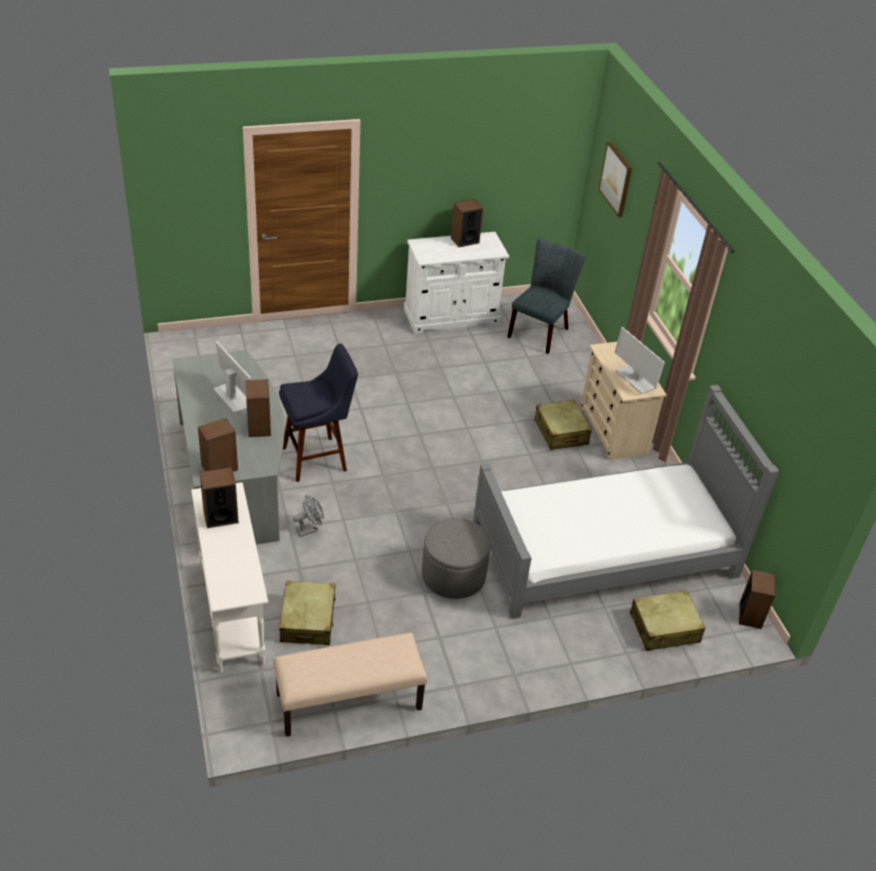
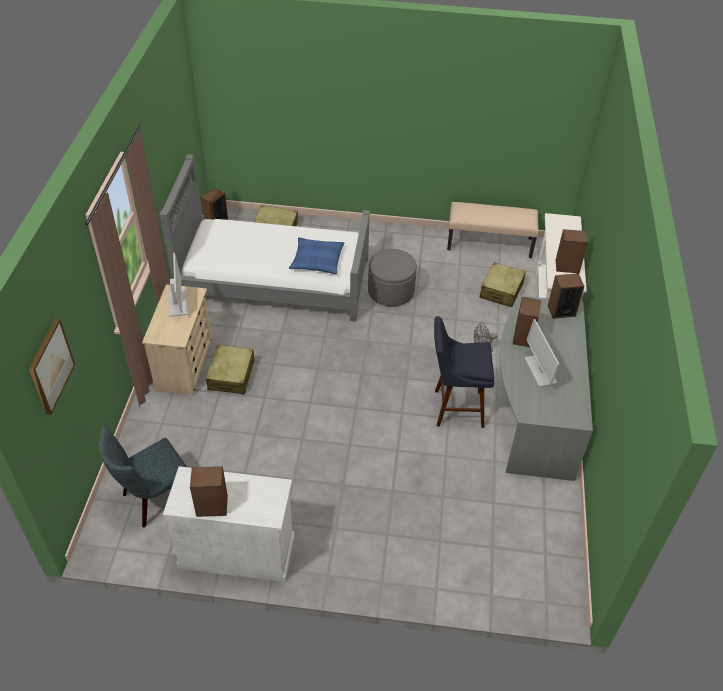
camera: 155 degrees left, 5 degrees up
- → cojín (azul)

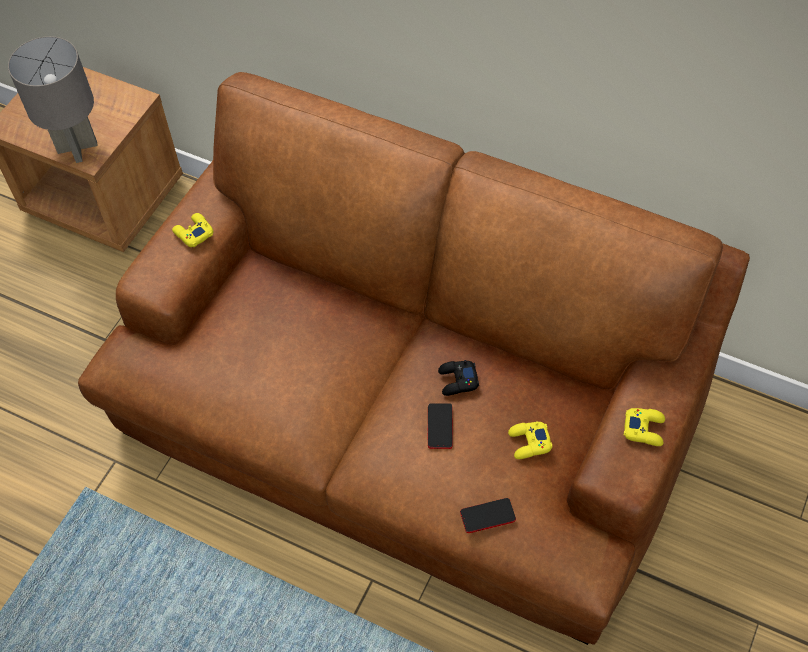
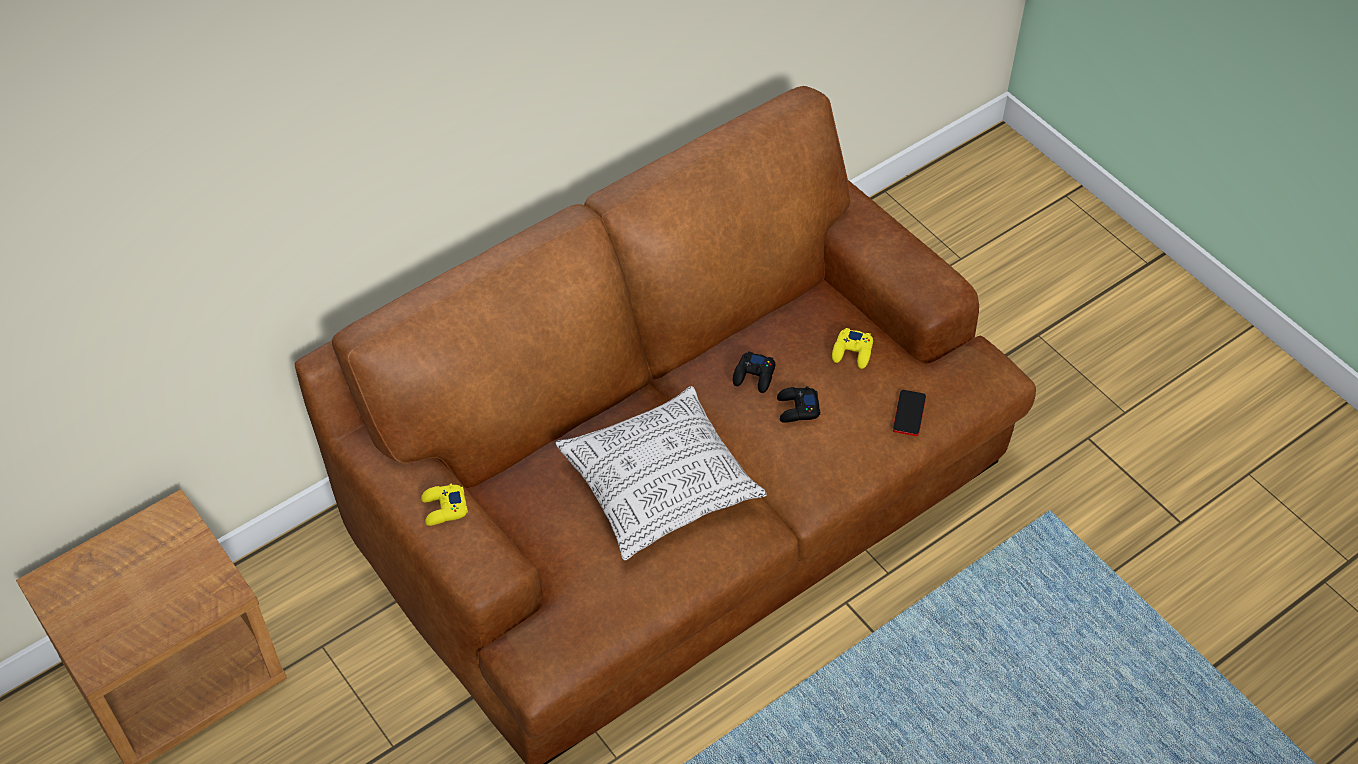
camera: 65 degrees left, 5 degrees down
- → cojín
móvil (1st from left) → mando de consola (negro) (2nd from left)
lámpara de mesa (gris) → -
mando de consola (amarillo) (3rd from left) → -

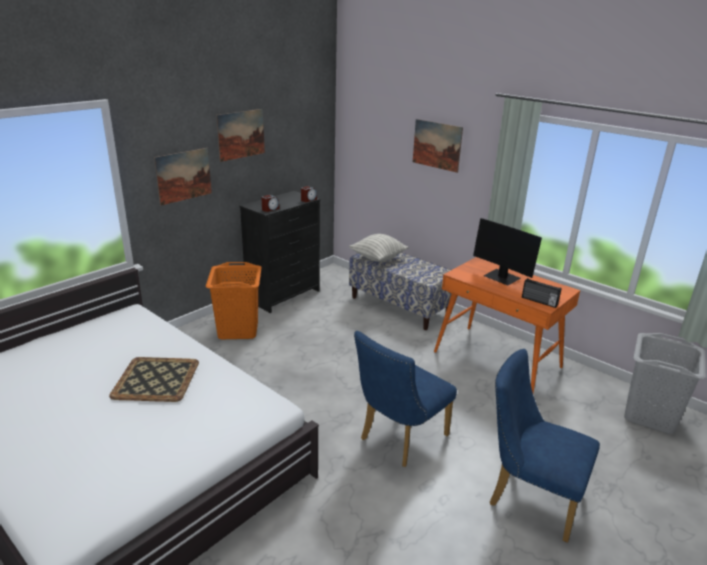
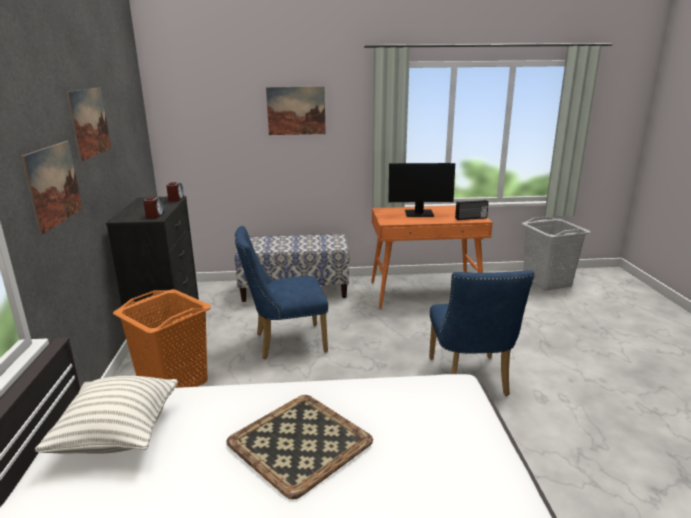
camera: 45 degrees left, 5 degrees down
cojín, move
silla (azul) (2nd from left in the first image) → silla (azul) (1st from left), move

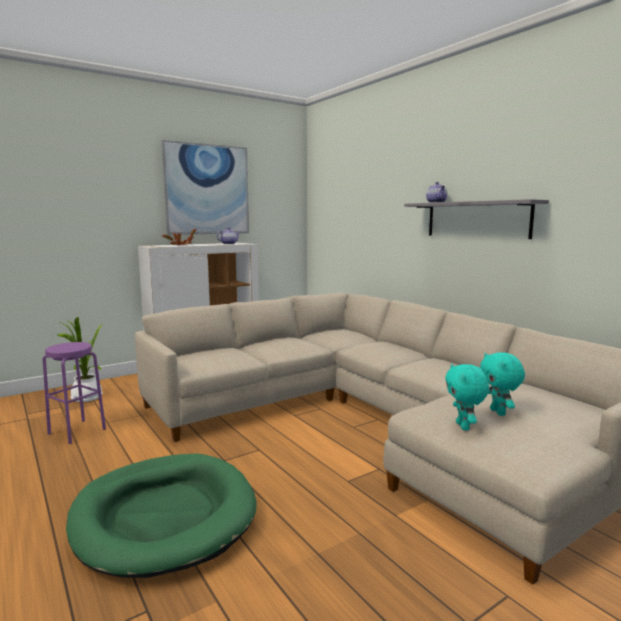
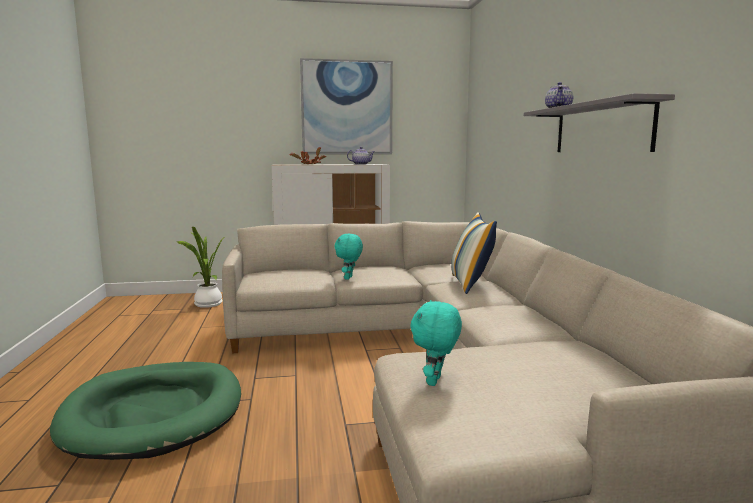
camera: 25 degrees right, 0 degrees up
peluche (turquesa) (2nd from left in the first image) → peluche (turquesa) (1st from left), move
- → cojín
taburete (morado) → -

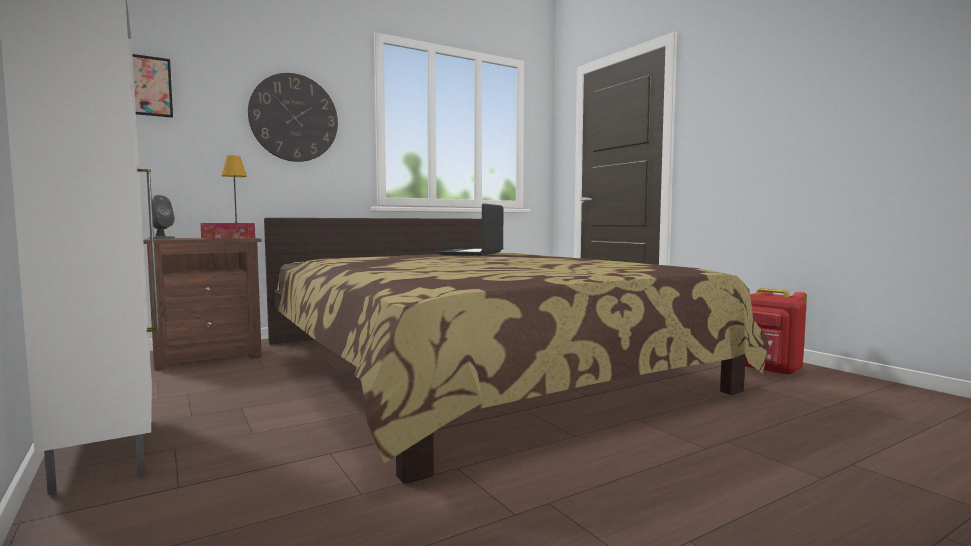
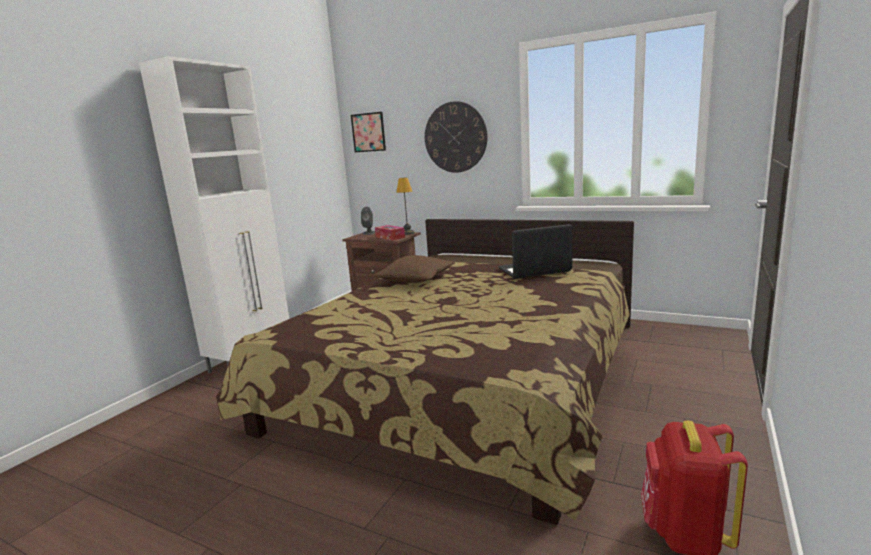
camera: 60 degrees right, 10 degrees up
- → cojín (marrón)

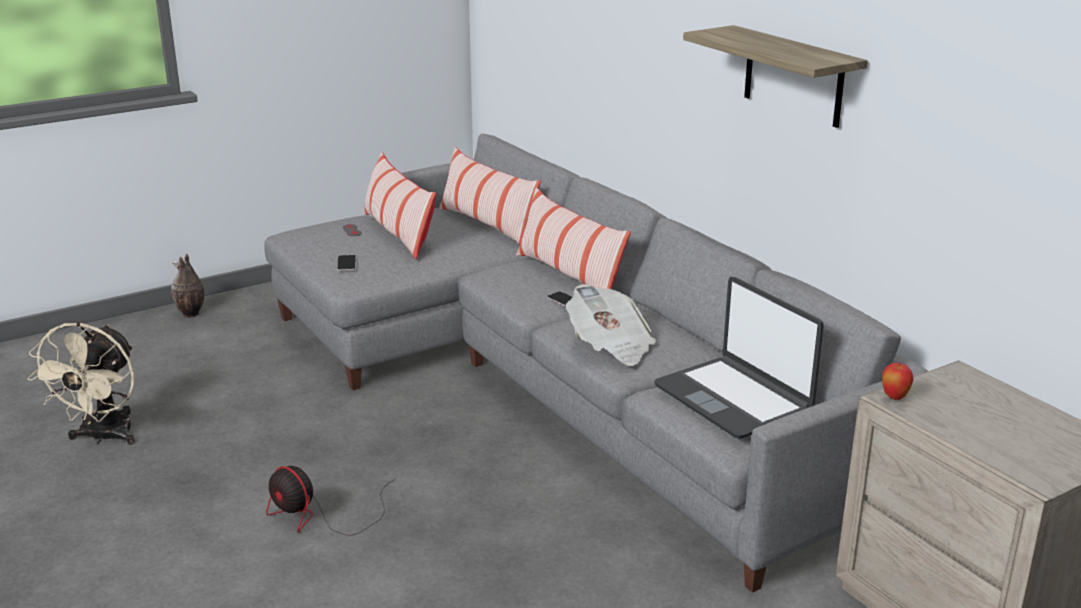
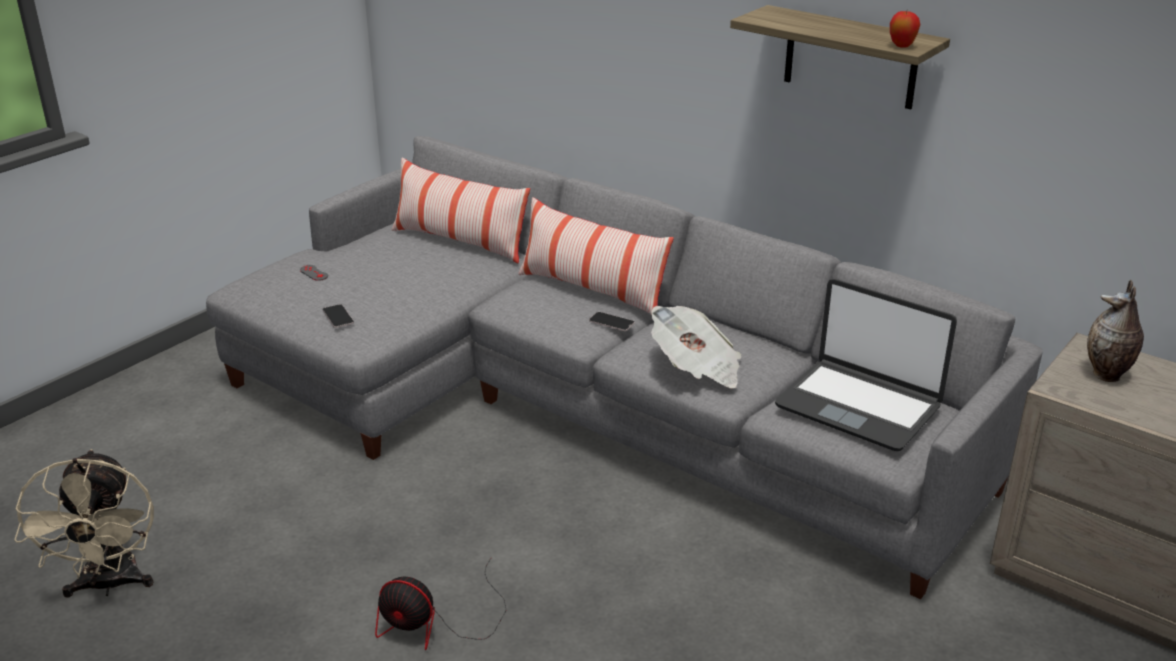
camera: 20 degrees left, 5 degrees up
manzana, move
florero, move
cojín (1st from left) → -

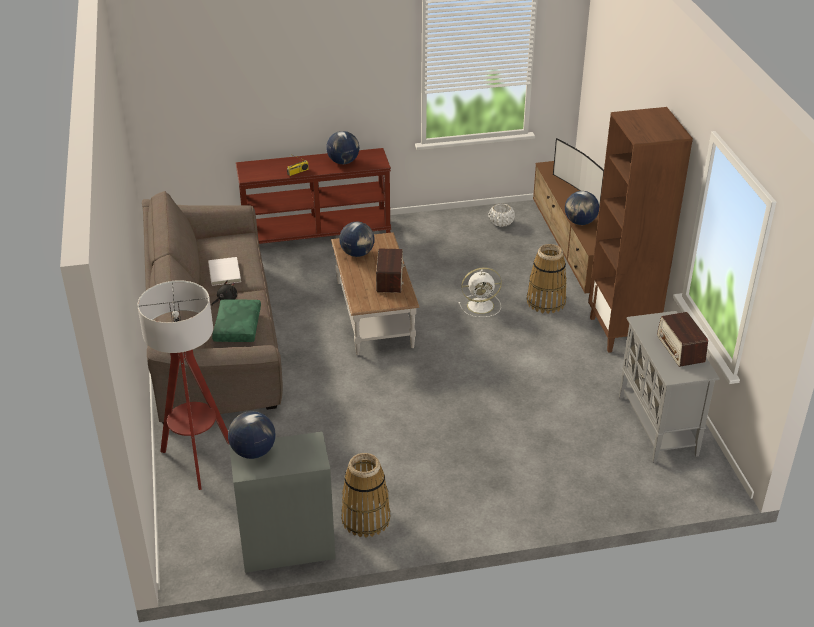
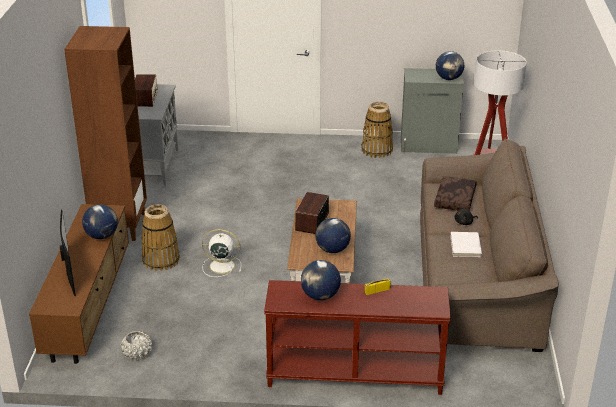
camera: 165 degrees left, 5 degrees down
cojín (verde) → cojín (marrón)

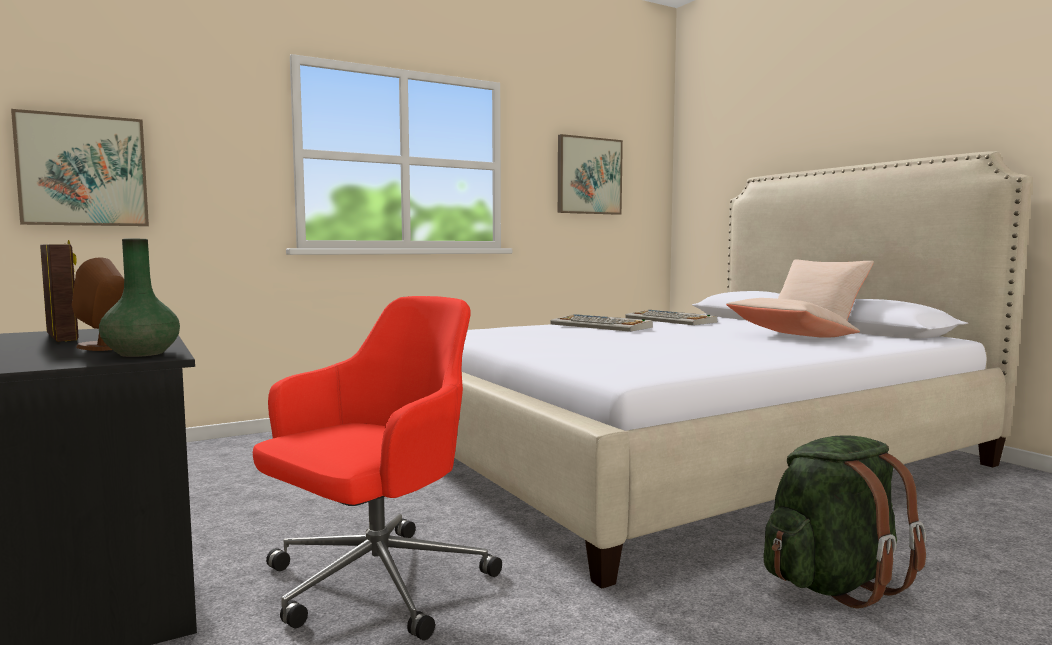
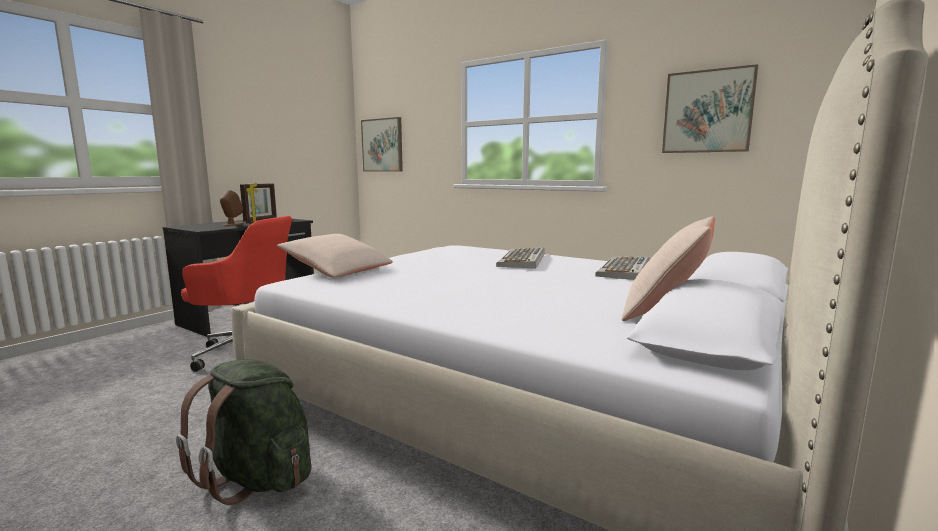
camera: 65 degrees right, 5 degrees up
cojín (beis) (1st from left), move
florero (verde) → -

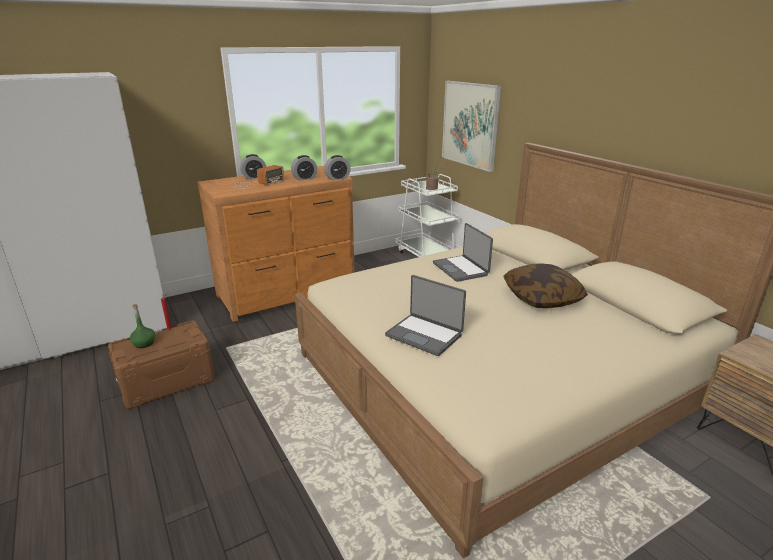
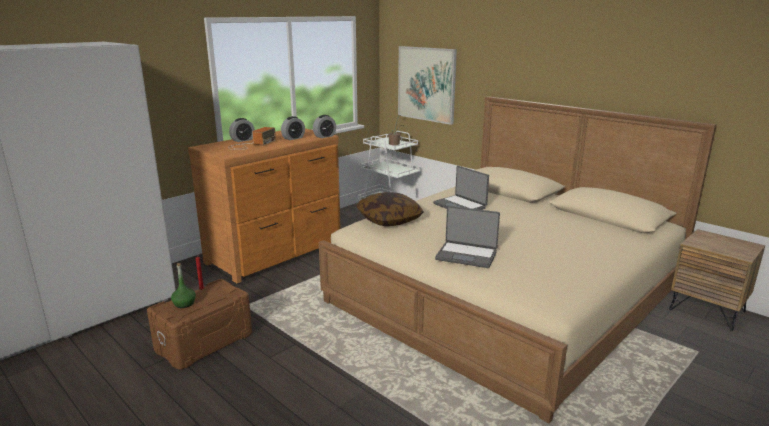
camera: 15 degrees left, 5 degrees down
cojín, move

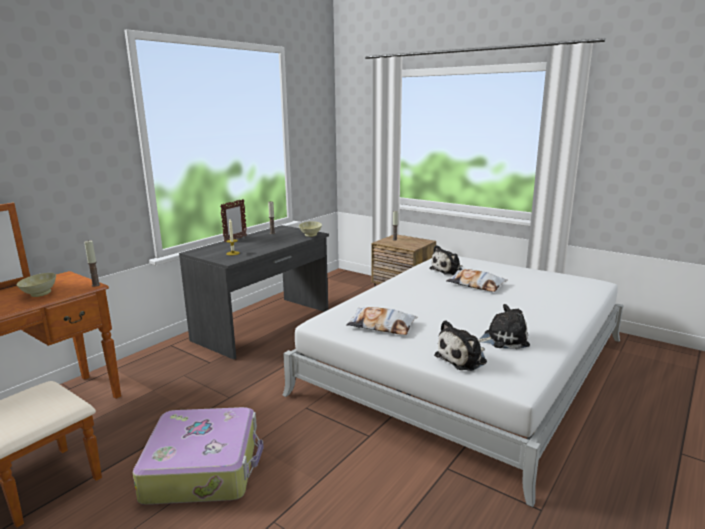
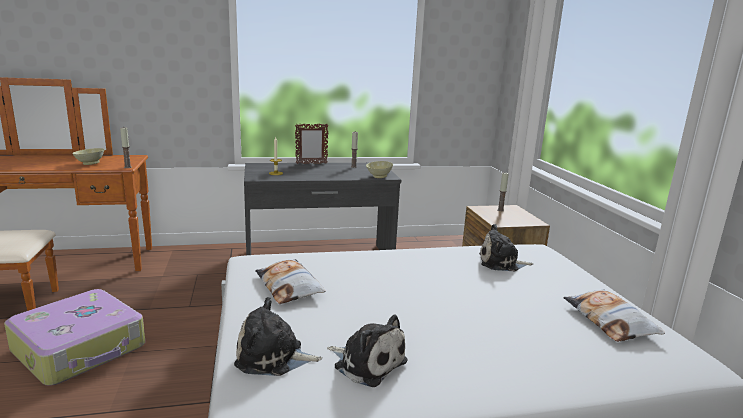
camera: 40 degrees right, 0 degrees up
cojín (2nd from left), move

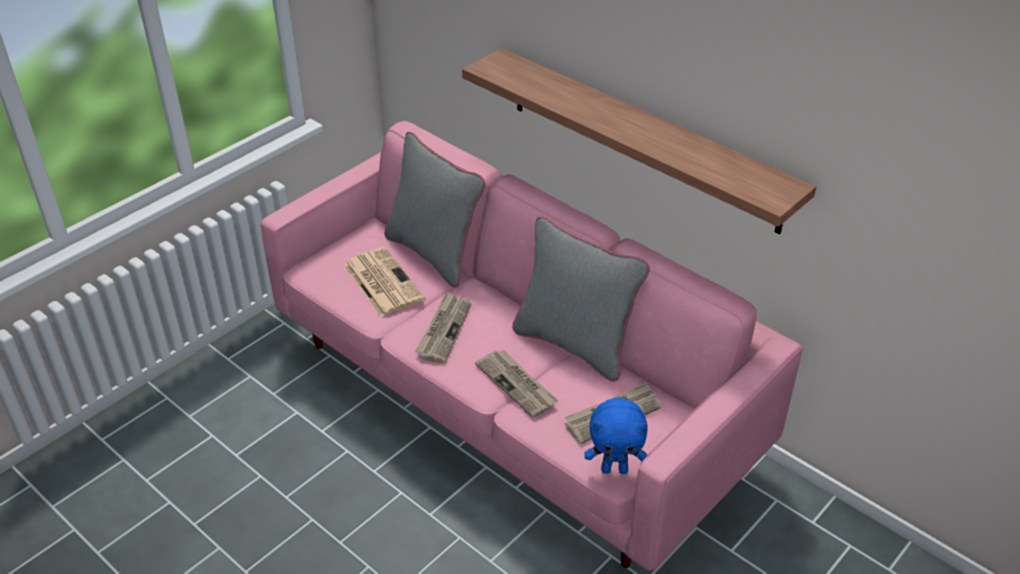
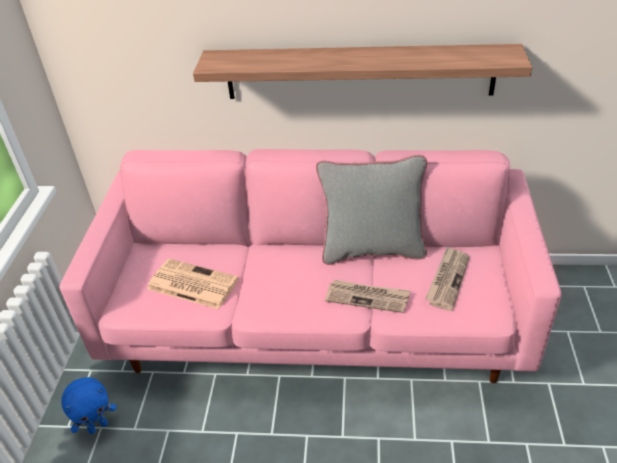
camera: 35 degrees left, 0 degrees up
peluche (azul), move
cojín (gris) (1st from left) → -
periódico (2nd from left) → -

